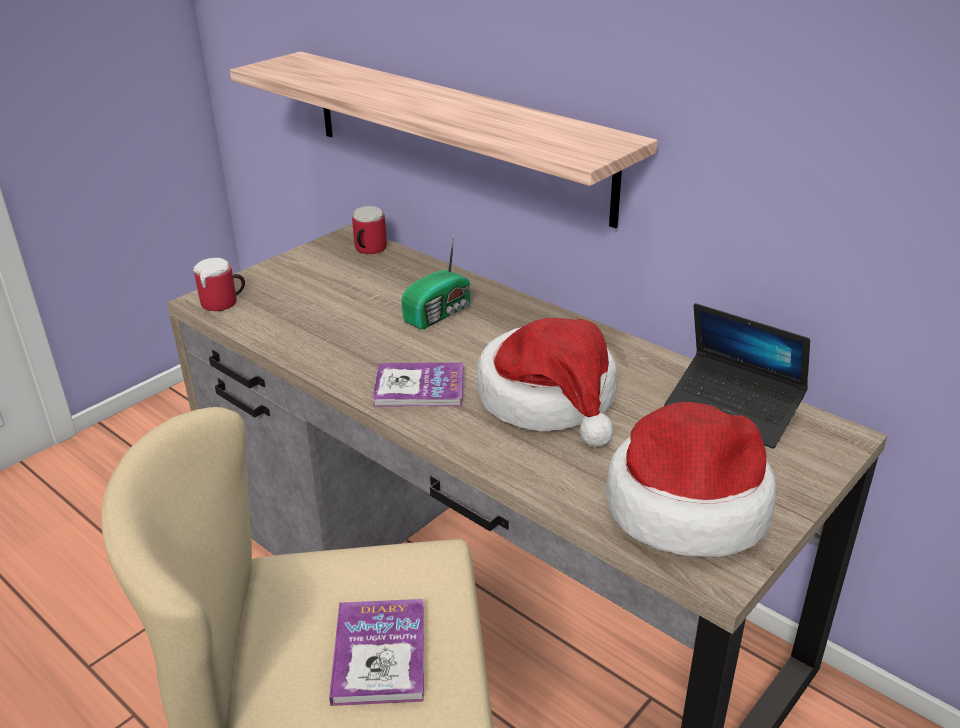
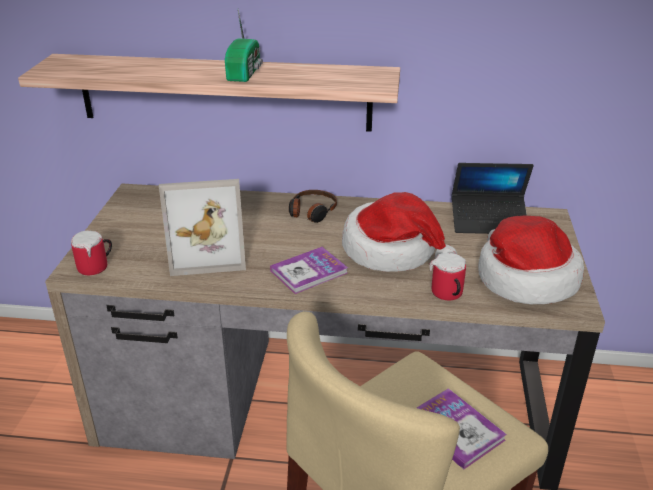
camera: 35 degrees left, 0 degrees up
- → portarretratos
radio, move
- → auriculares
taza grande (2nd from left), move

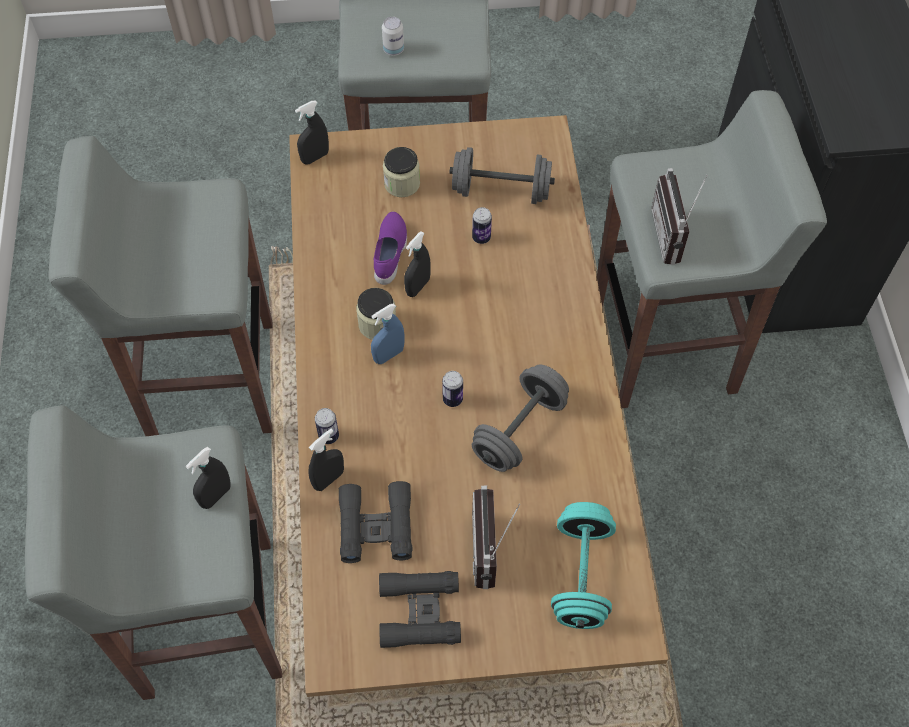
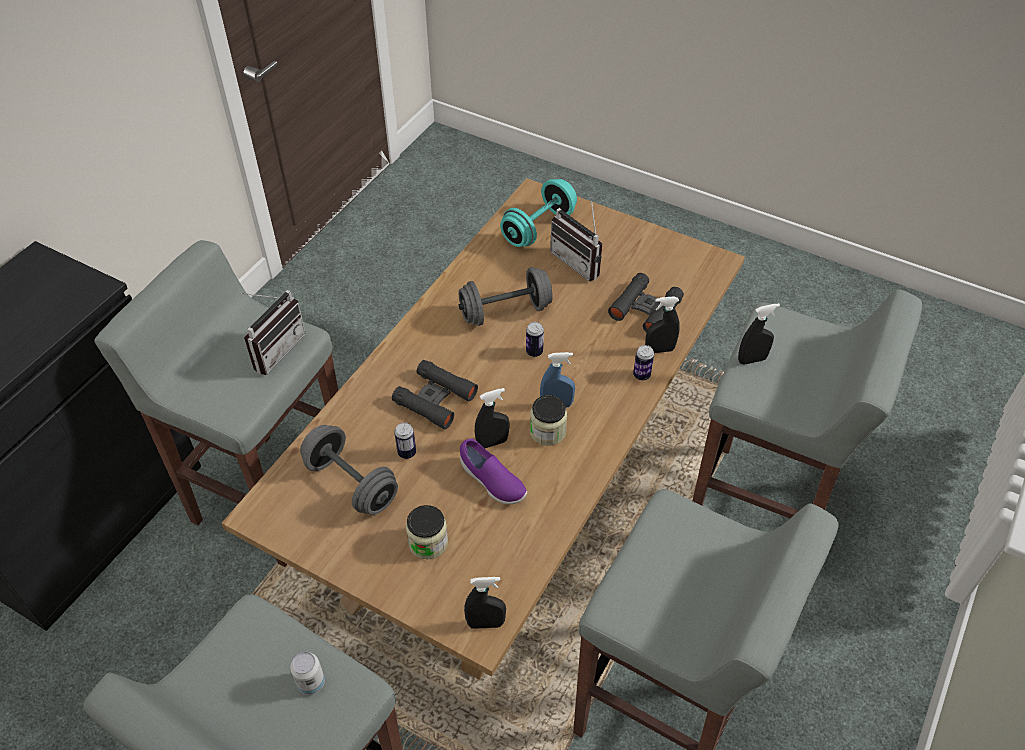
camera: 145 degrees left, 10 degrees down
prismáticos (negro) (2nd from left in the first image) → prismáticos (negro) (1st from left), move
zapato (morado), 90 degrees counterclockwise
radio (1st from left in the first image) → radio (2nd from left), 105 degrees clockwise

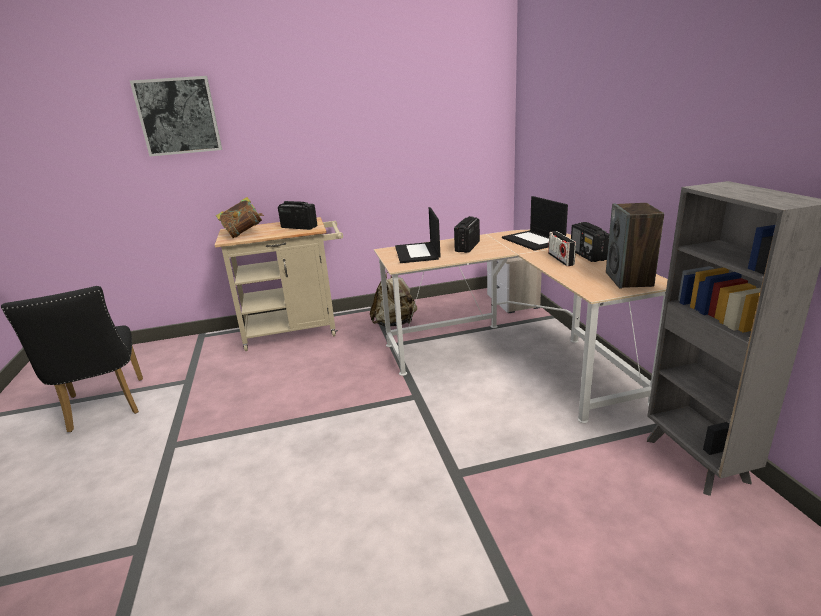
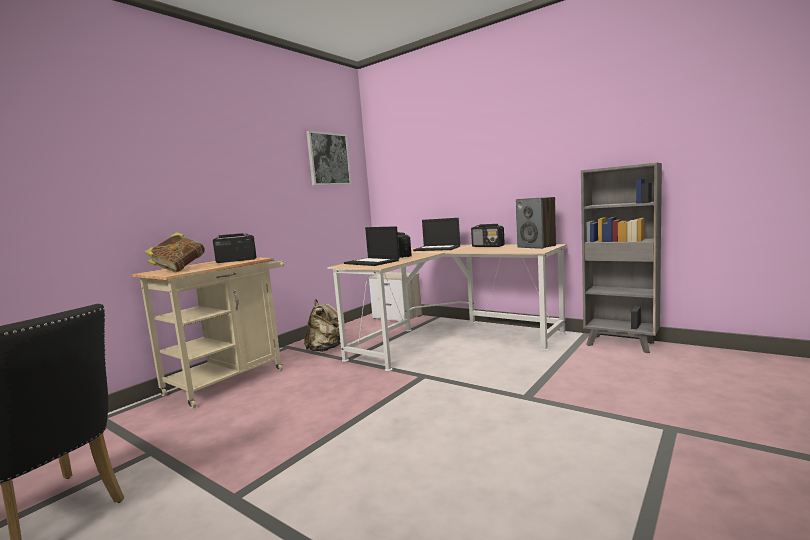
camera: 40 degrees left, 15 degrees down
cuadro, move
radio (3rd from left) → -

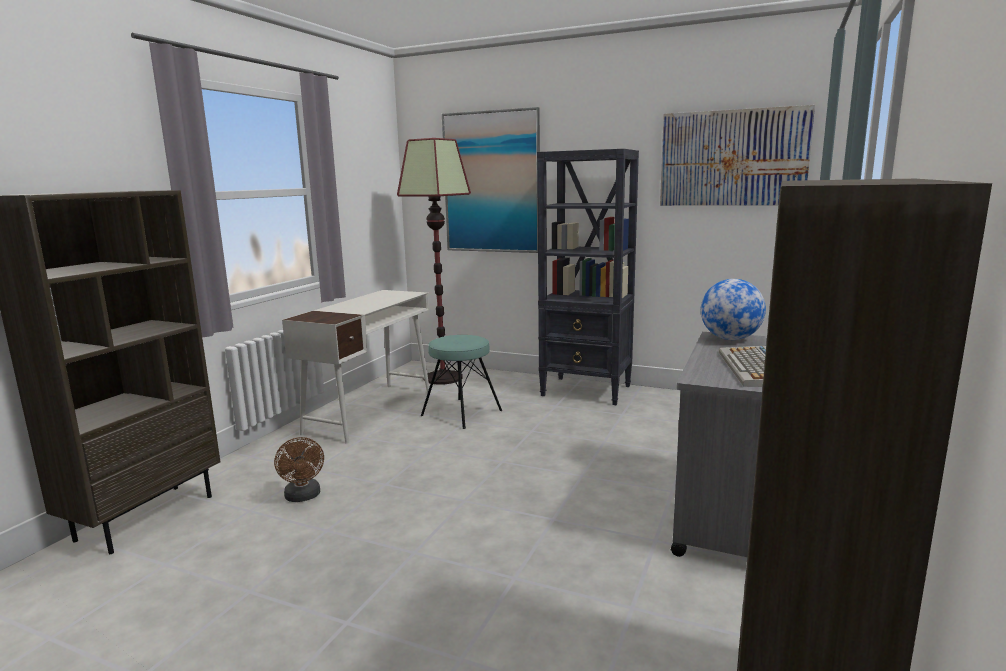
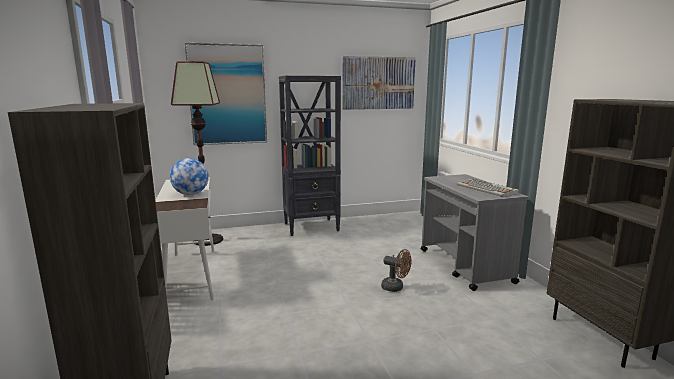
camera: 40 degrees left, 0 degrees up
globo terráqueo, move
ventilador (marrón), move
taburete (turquesa) → -

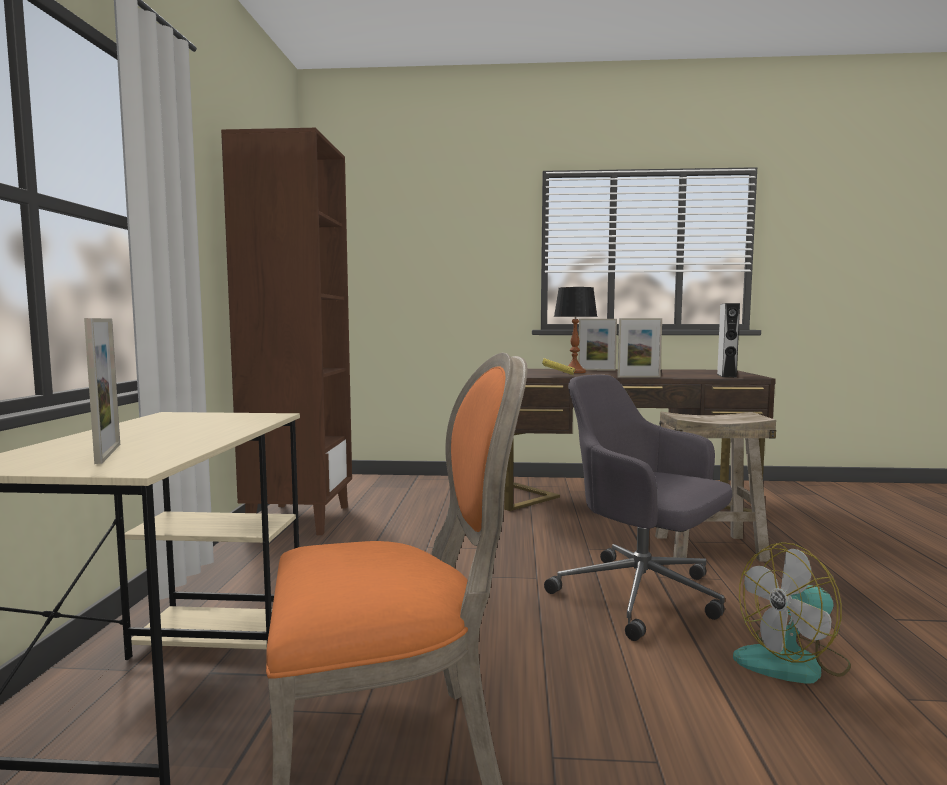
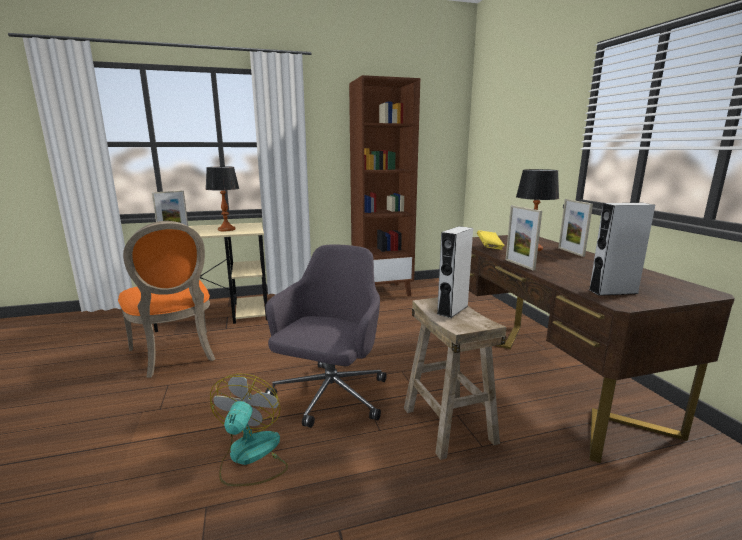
camera: 70 degrees right, 10 degrees up
- → lámpara de mesa (1st from left)
ventilador, 45 degrees clockwise
- → altavoz (gris) (1st from left)

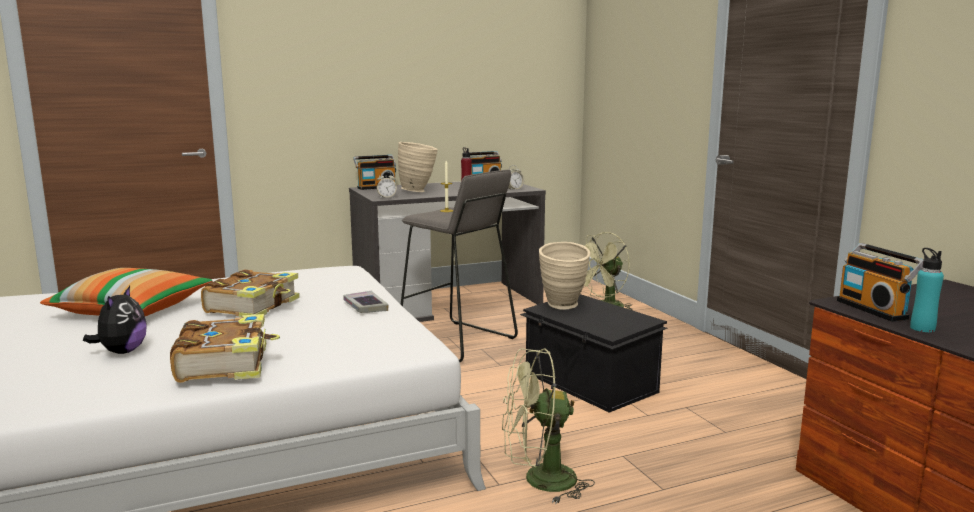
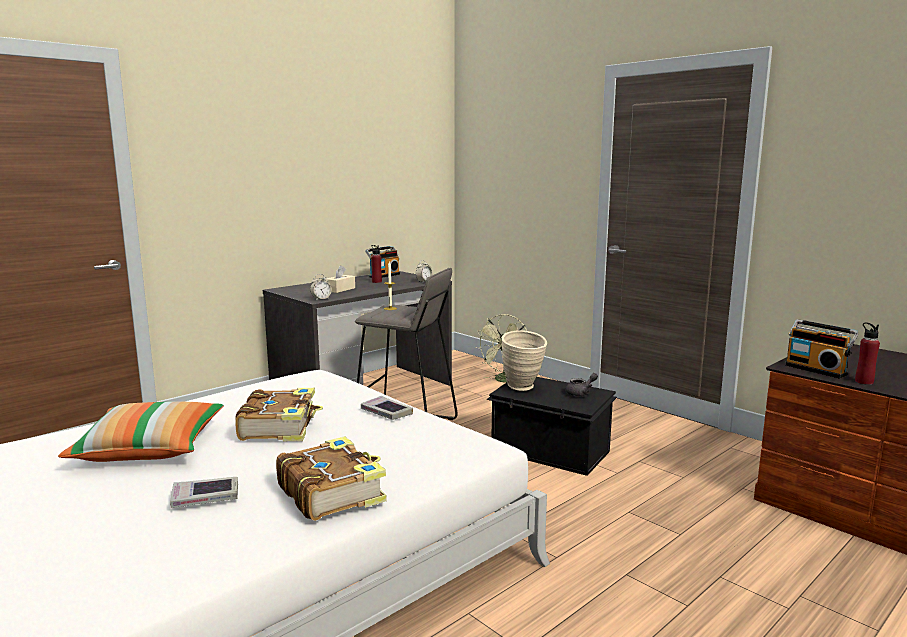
camera: 20 degrees left, 0 degrees up
peluche → libro (1st from left)
florero (beis) (1st from left) → caja de pañuelos (beis)
- → tetera (gris)
botella (turquesa) → botella (rojo) (2nd from left)
radio (1st from left) → -
ventilador (verde) (1st from left) → -

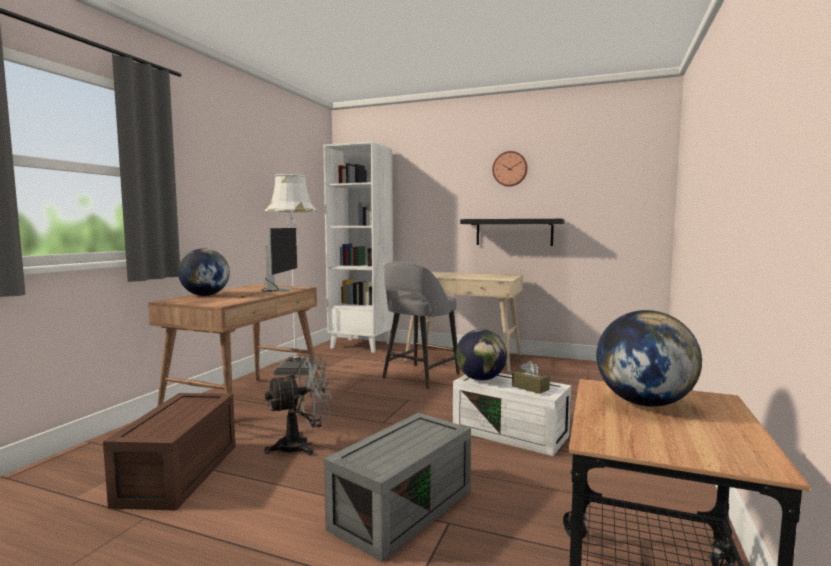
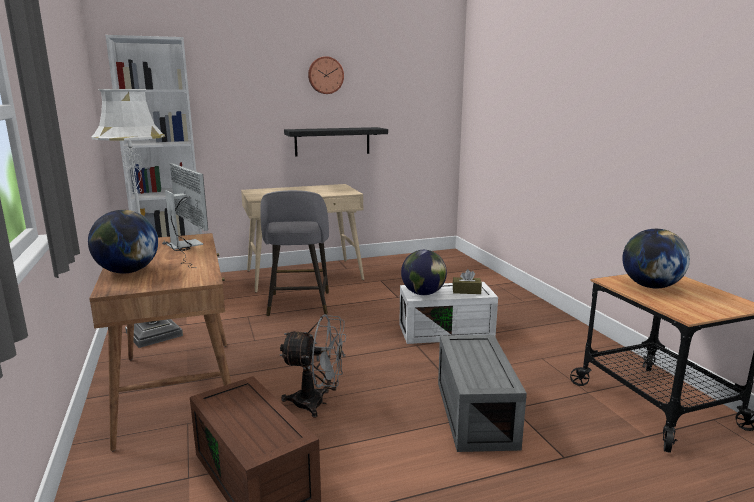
camera: 40 degrees left, 10 degrees up
ventilador (gris), 75 degrees clockwise

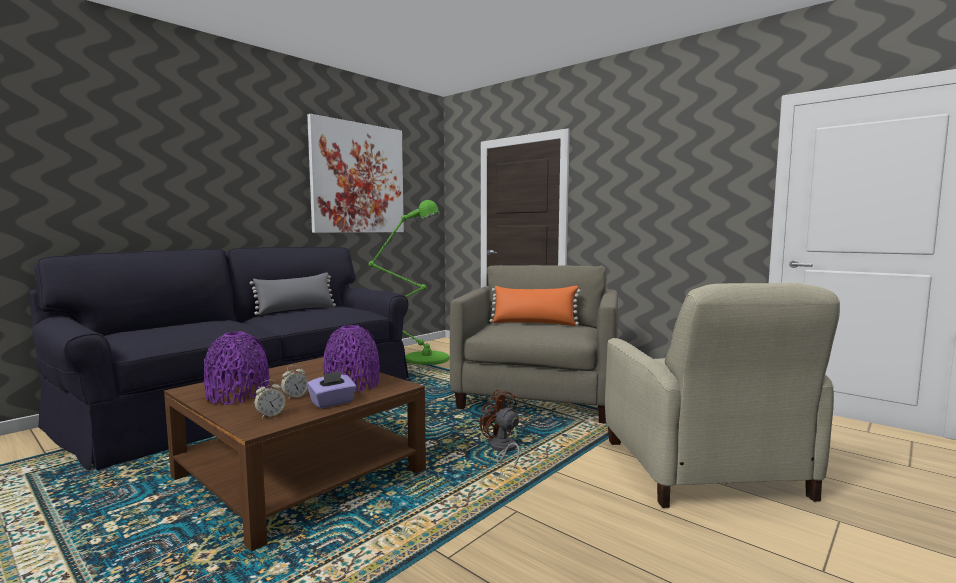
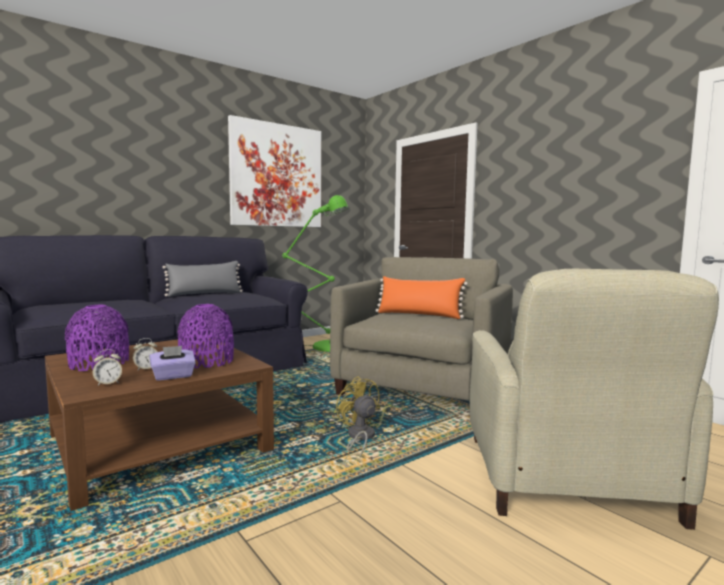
camera: 10 degrees right, 0 degrees up
ventilador (marrón) → ventilador (amarillo)

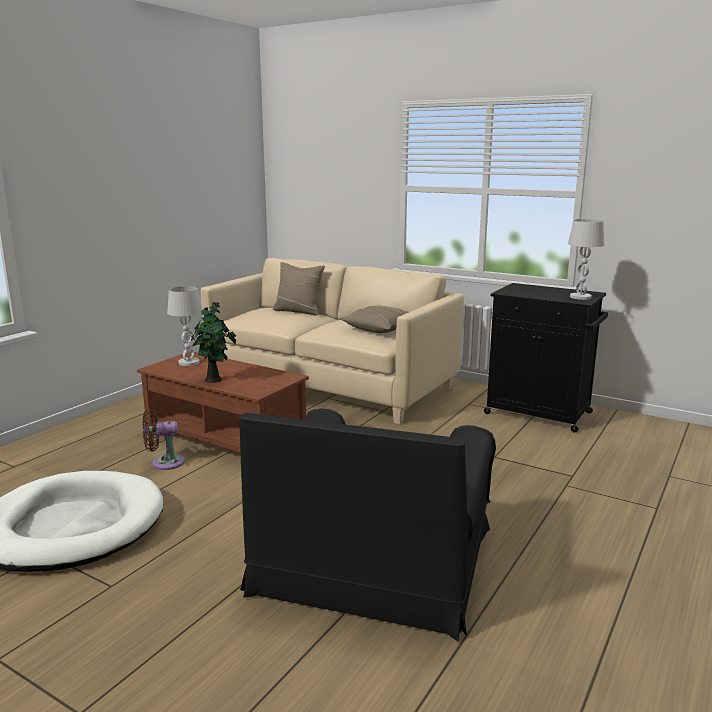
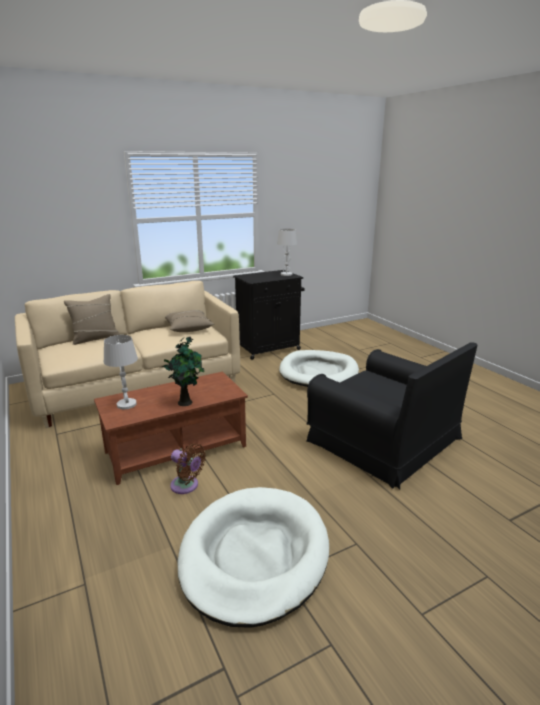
camera: 60 degrees left, 5 degrees up
ventilador (marrón), 75 degrees counterclockwise
- → cama para perro (blanco) (2nd from left)

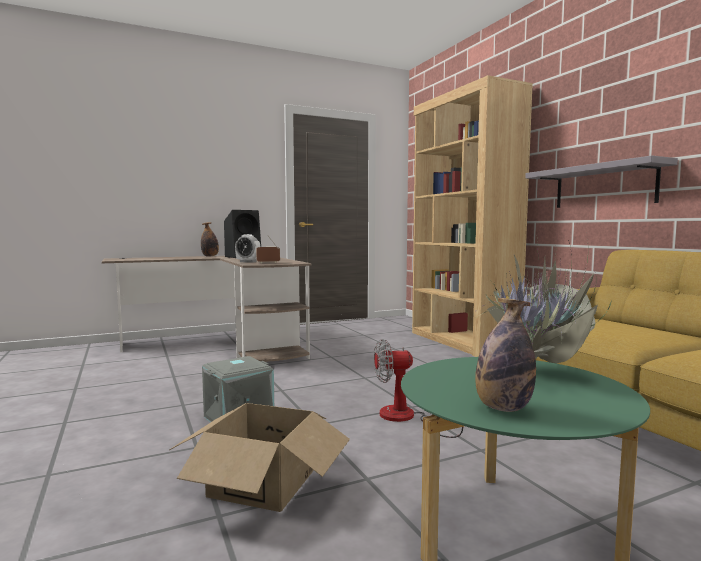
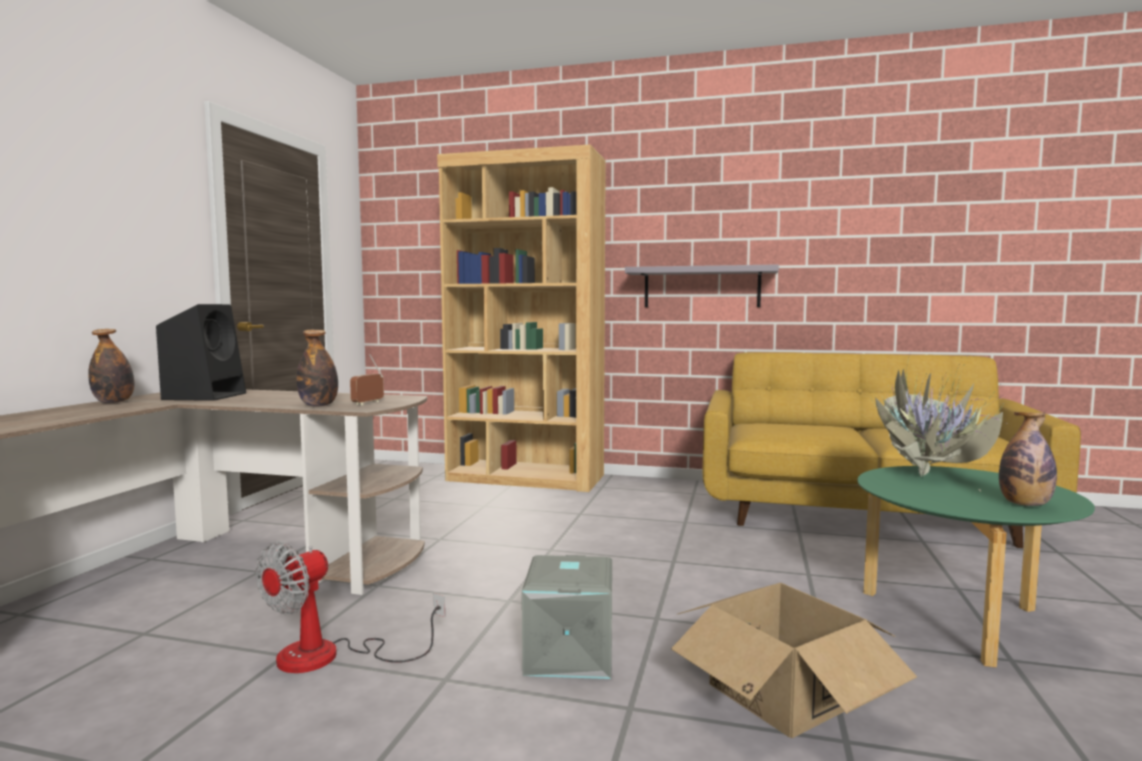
camera: 50 degrees left, 0 degrees up
ventilador, move
despertador → botella (2nd from left)

